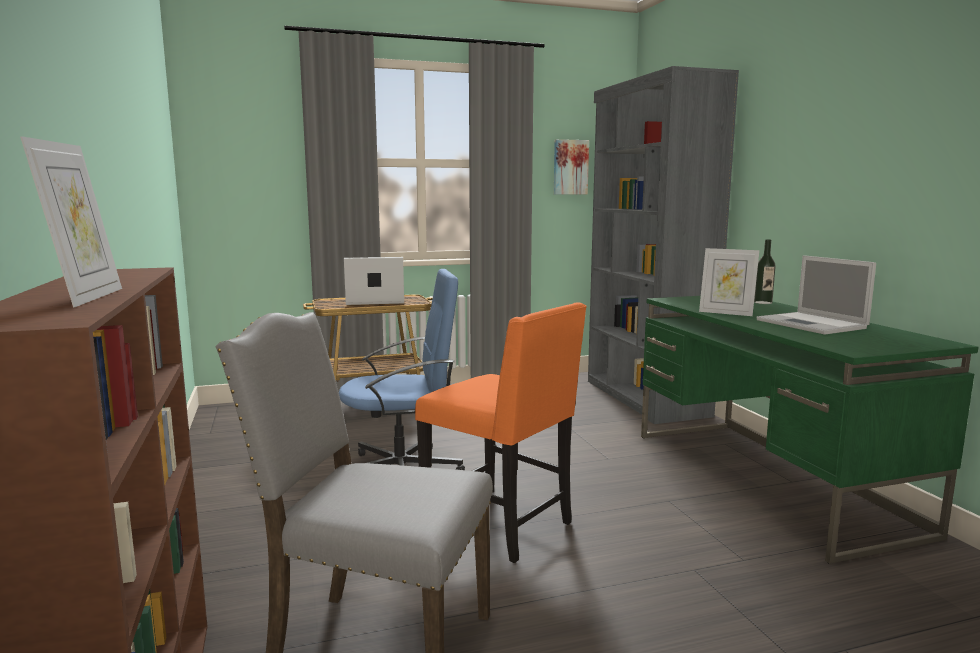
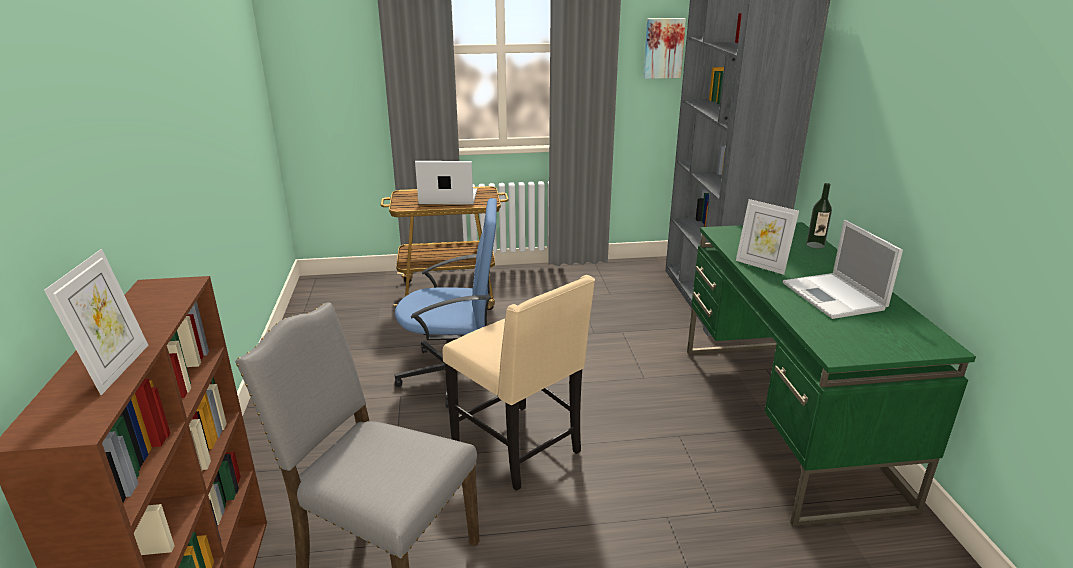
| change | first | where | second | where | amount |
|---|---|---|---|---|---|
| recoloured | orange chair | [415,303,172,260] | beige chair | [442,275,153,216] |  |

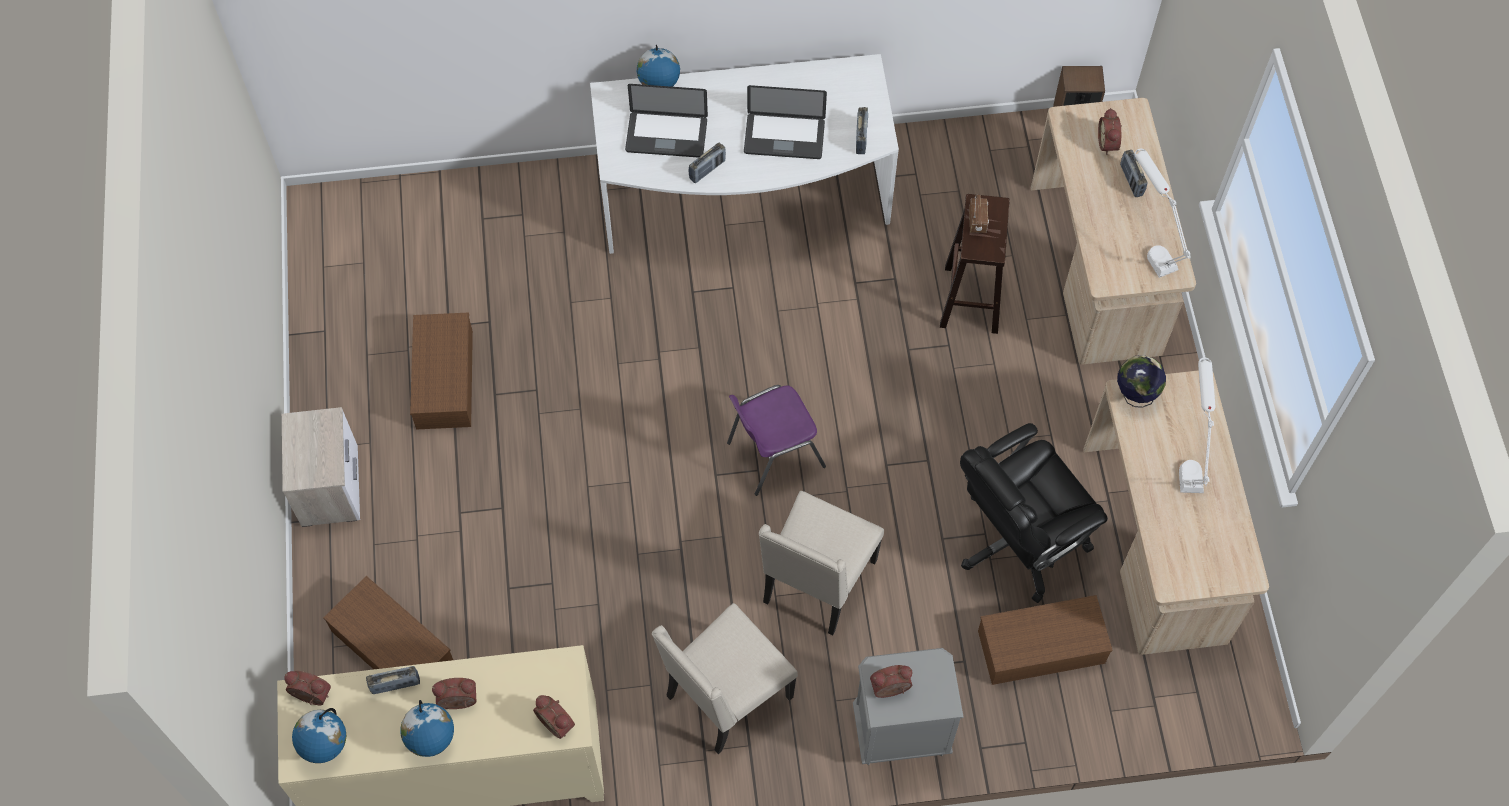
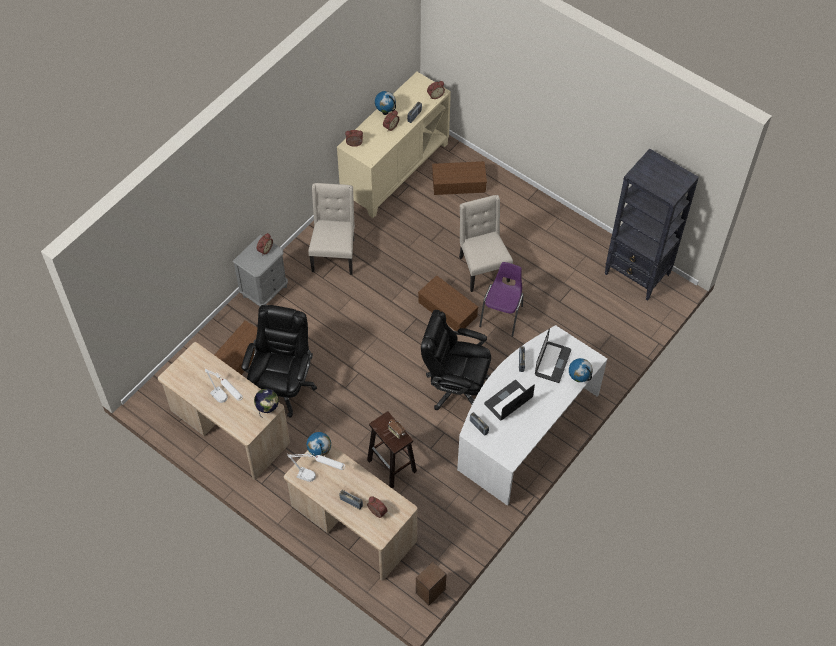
| change | first | where | second | where | amount |
|---|---|---|---|---|---|
| removed | nightstand | [282,407,78,120] |  |  |  |
| added |  |  | black office chair | [421,310,70,100] |  |
| added |  |  | black bookcase | [605,148,94,153] |  |
| moved | globe | [292,708,54,55] |  | [307,432,24,24] |  |
| moved | brown storage box | [410,312,63,118] |  | [418,275,60,56] |  |
| moved | purple chair | [727,385,99,111] |  | [479,262,44,75] |  |
| moved | beige chair | [759,491,125,144] |  | [459,195,54,97] |  |
| turned | laptop | [625,84,83,74] |  | [535,328,36,55] | 150 degrees clockwise |

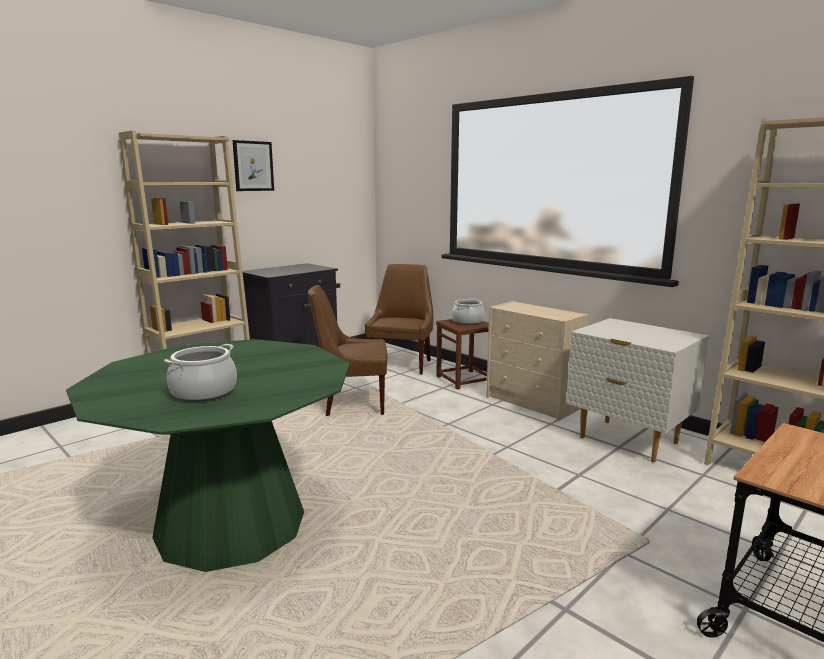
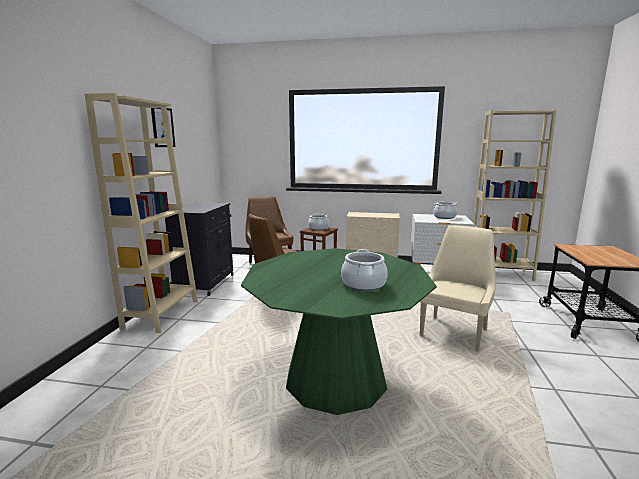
| change | first | where | second | where | amount |
|---|---|---|---|---|---|
| added |  |  | beige chair | [420,225,76,126] |  |
| added |  |  | cooking pot | [433,202,24,17] |  |

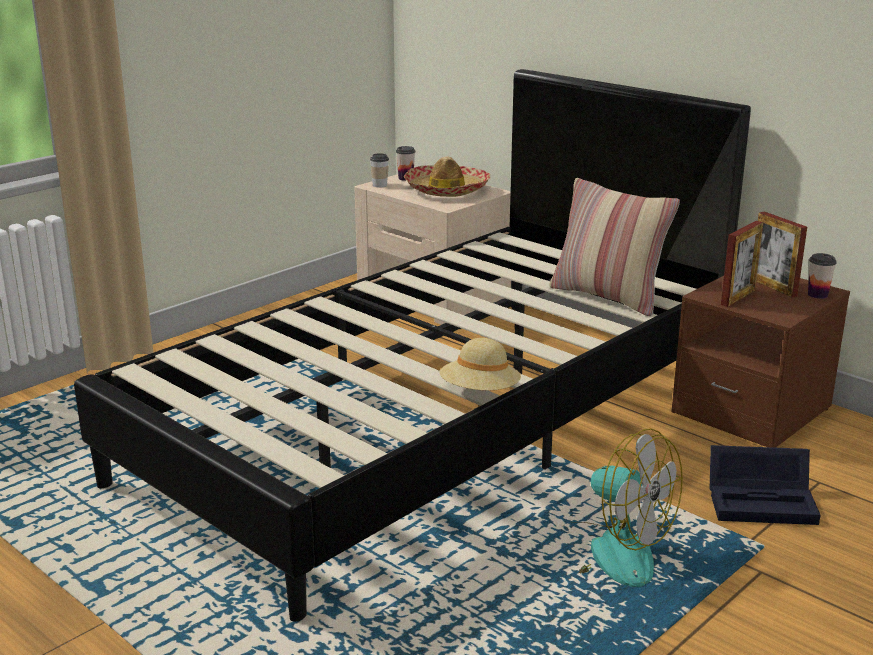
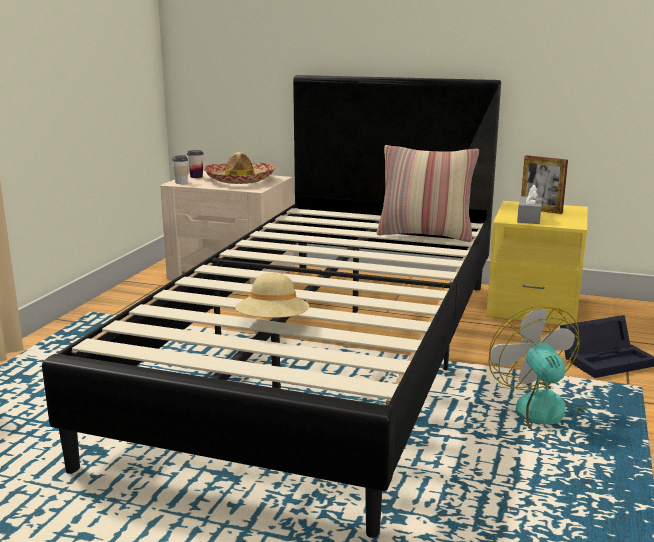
| change | first | where | second | where | amount |
|---|---|---|---|---|---|
| removed | cup | [808,253,29,46] |  |  |  |
| moved | beige hat | [439,338,82,53] |  | [235,273,74,45] |  |
| replaced | picture frame | [721,221,43,86] | grey tissue box | [517,185,25,39] |  |
| recoloured | brown nightstand | [671,276,179,172] | yellow nightstand | [486,201,102,124] |  |
| turned | fan | [572,428,111,159] |  | [489,306,96,136] | 120 degrees counterclockwise |

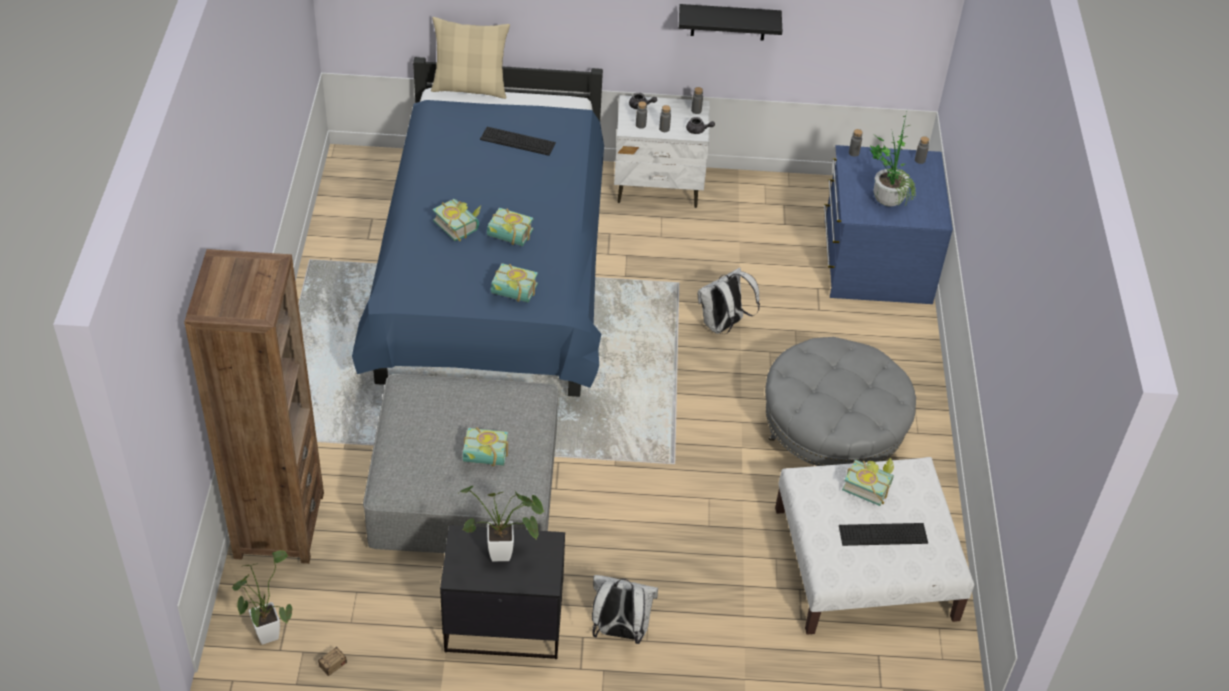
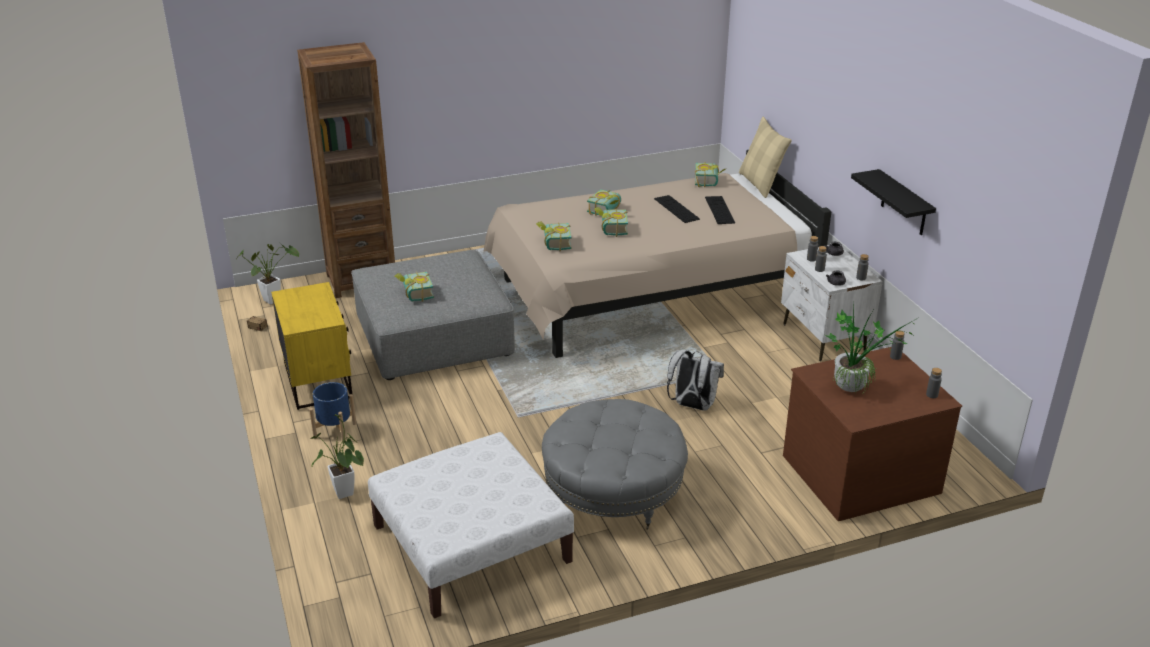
| change | first | where | second | where | amount |
|---|---|---|---|---|---|
| moved | potted plant | [458,486,87,75] |  | [311,414,53,85] |  |
| moved | keyboard | [839,523,89,23] |  | [654,195,46,28] |  |
| moved | book | [842,457,52,49] |  | [695,162,31,25] |  |
| replaced | white backpack | [592,575,66,69] | blue planter | [309,382,48,61] |  |
| recoloured | blue bed | [352,57,252,340] | beige bed | [484,150,347,208] |  |
| recoloured | black nightstand | [440,525,125,134] | yellow nightstand | [271,282,81,128] |  |
| recoloured | blue dresser | [824,145,129,159] | brown dresser | [783,347,179,174] |  |

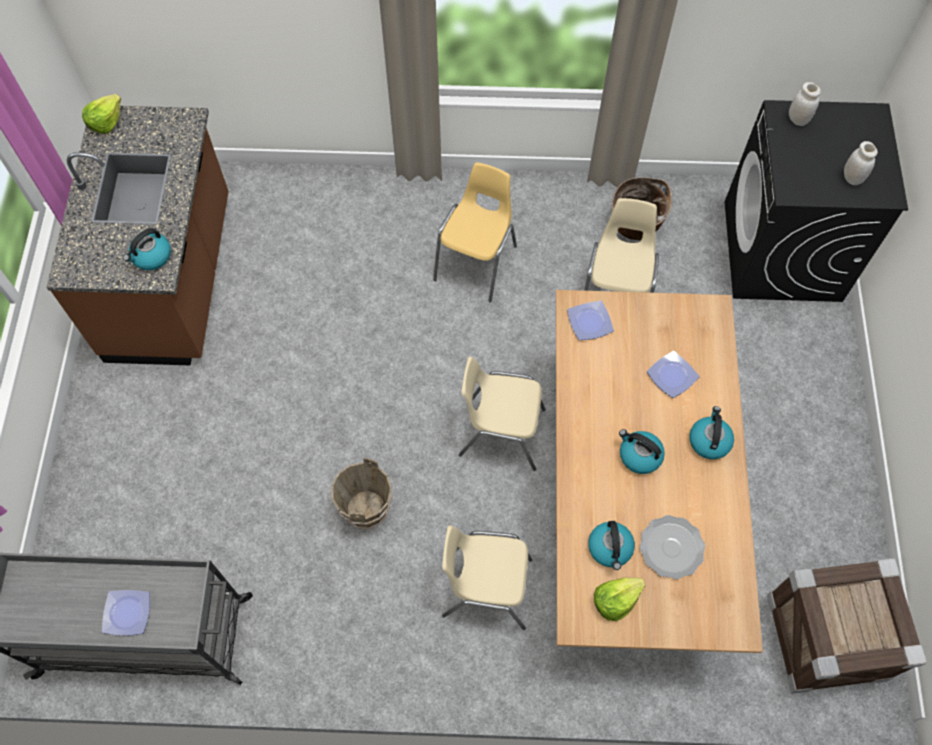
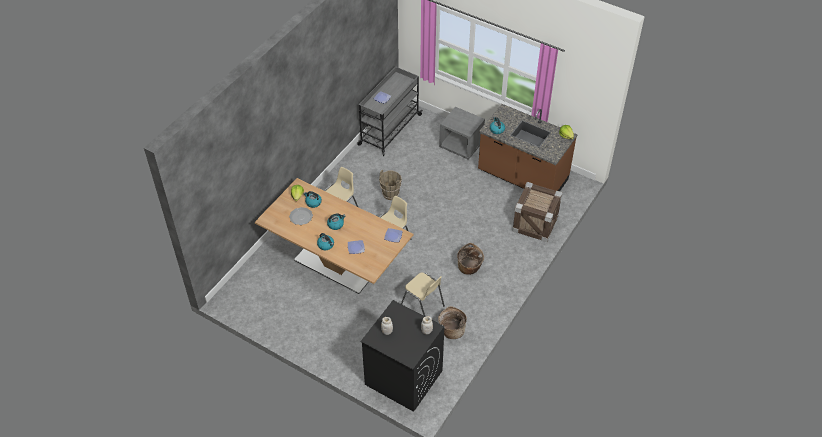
| change | first | where | second | where | amount |
|---|---|---|---|---|---|
| added |  |  | grey nightstand | [439,107,46,53] |  |
| moved | crate | [767,558,160,136] |  | [512,182,51,60] |  |
| replaced | yellow chair | [433,162,84,141] | basket | [457,243,27,32] |  |

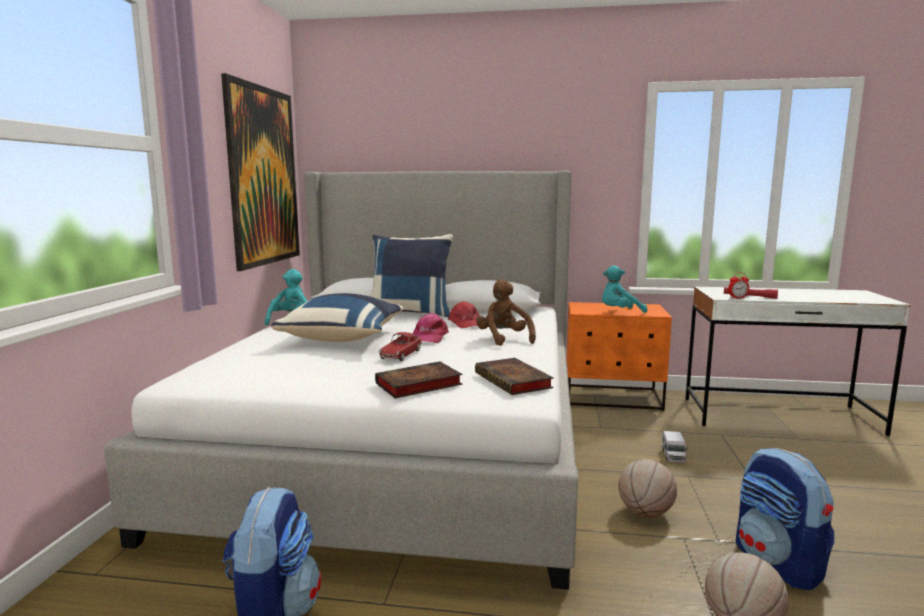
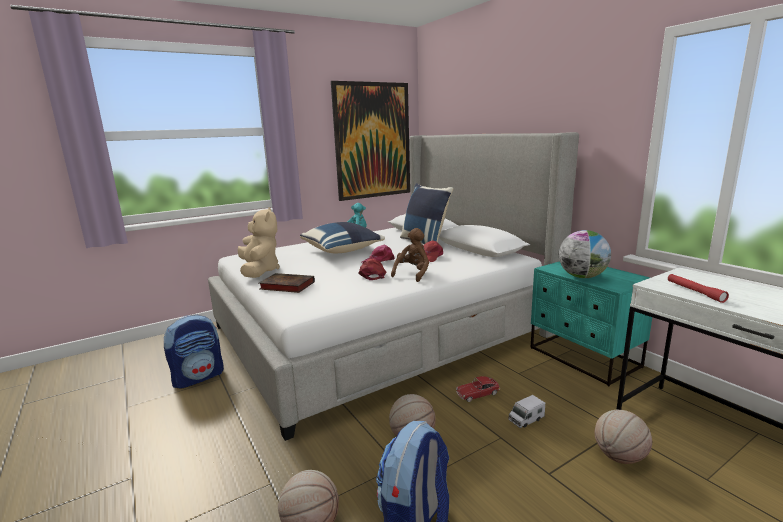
| change | first | where | second | where | amount |
|---|---|---|---|---|---|
| removed | book | [475,358,79,37] |  |  |  |
| removed | alarm clock | [728,272,21,27] |  |  |  |
| added |  |  | beige plush toy | [238,207,42,71] |  |
| added |  |  | red cap | [358,259,28,21] |  |
| added |  |  | basketball | [595,410,57,54] |  |
| moved | toy car | [379,332,43,29] |  | [456,376,44,26] |  |
| replaced | turquoise plush toy | [602,265,45,48] | globe | [559,230,52,48] |  |
| recoloured | orange nightstand | [566,302,106,109] | turquoise nightstand | [531,261,121,125] |  |

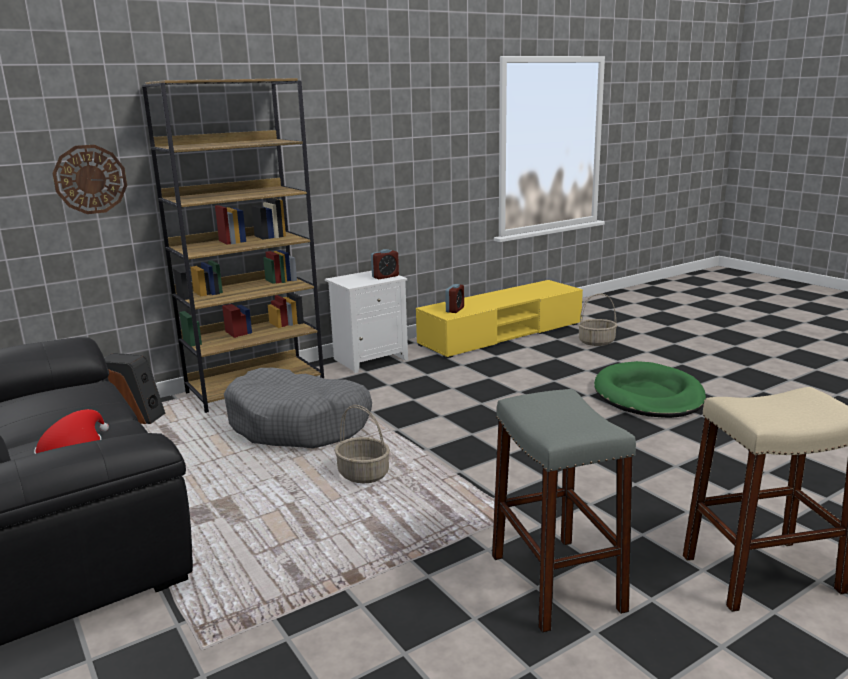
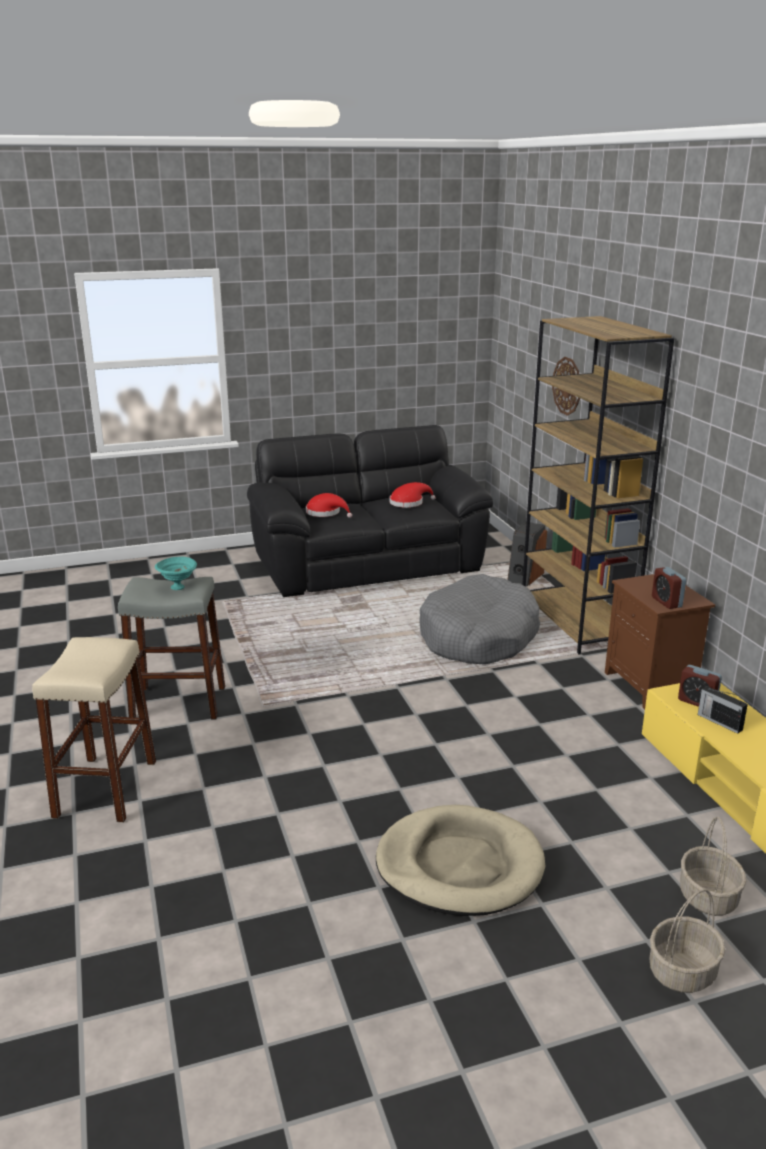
| change | first | where | second | where | amount |
|---|---|---|---|---|---|
| added |  |  | turquoise bowl | [155,556,42,34] |  |
| added |  |  | red hat | [390,482,46,26] |  |
| added |  |  | radio | [698,686,50,48] |  |
| moved | basket | [334,405,56,78] |  | [650,890,75,103] |  |
| recoloured | white nightstand | [325,271,83,102] | brown nightstand | [605,574,110,135] |  |
| recoloured | green dog bed | [594,361,112,57] | beige dog bed | [376,805,170,111] |  |

